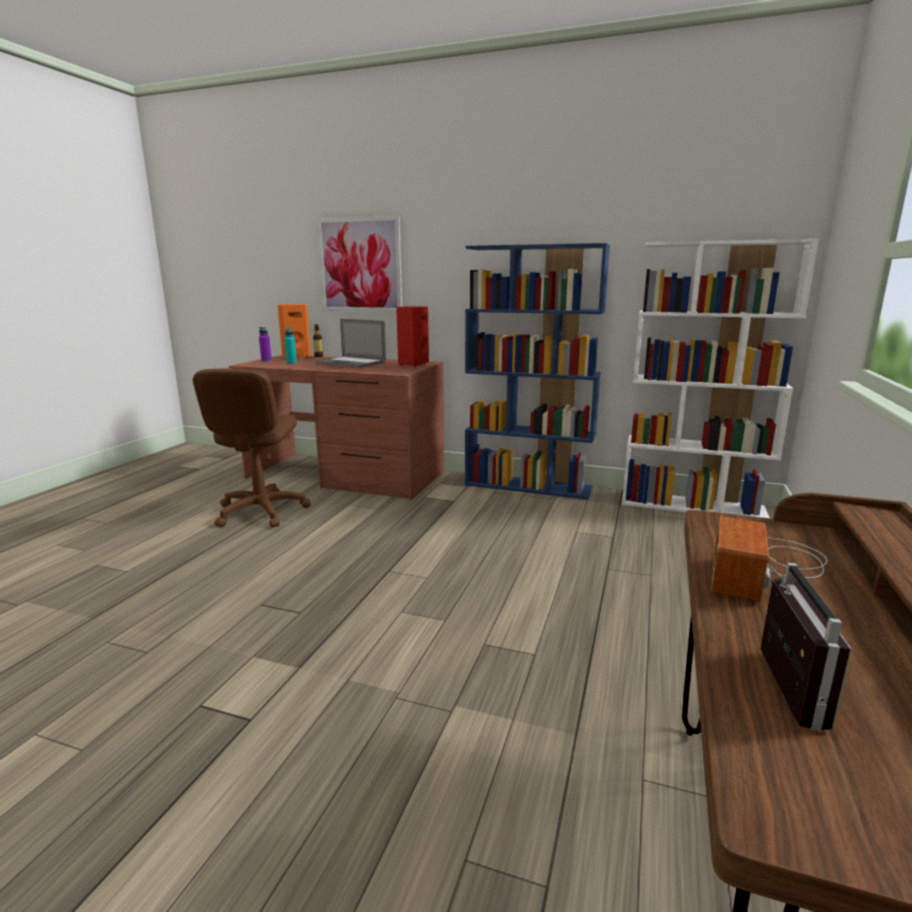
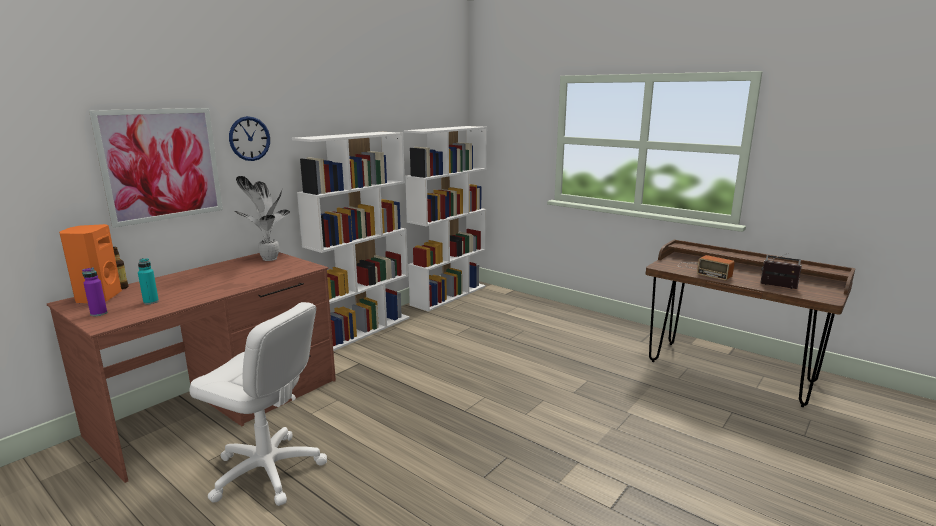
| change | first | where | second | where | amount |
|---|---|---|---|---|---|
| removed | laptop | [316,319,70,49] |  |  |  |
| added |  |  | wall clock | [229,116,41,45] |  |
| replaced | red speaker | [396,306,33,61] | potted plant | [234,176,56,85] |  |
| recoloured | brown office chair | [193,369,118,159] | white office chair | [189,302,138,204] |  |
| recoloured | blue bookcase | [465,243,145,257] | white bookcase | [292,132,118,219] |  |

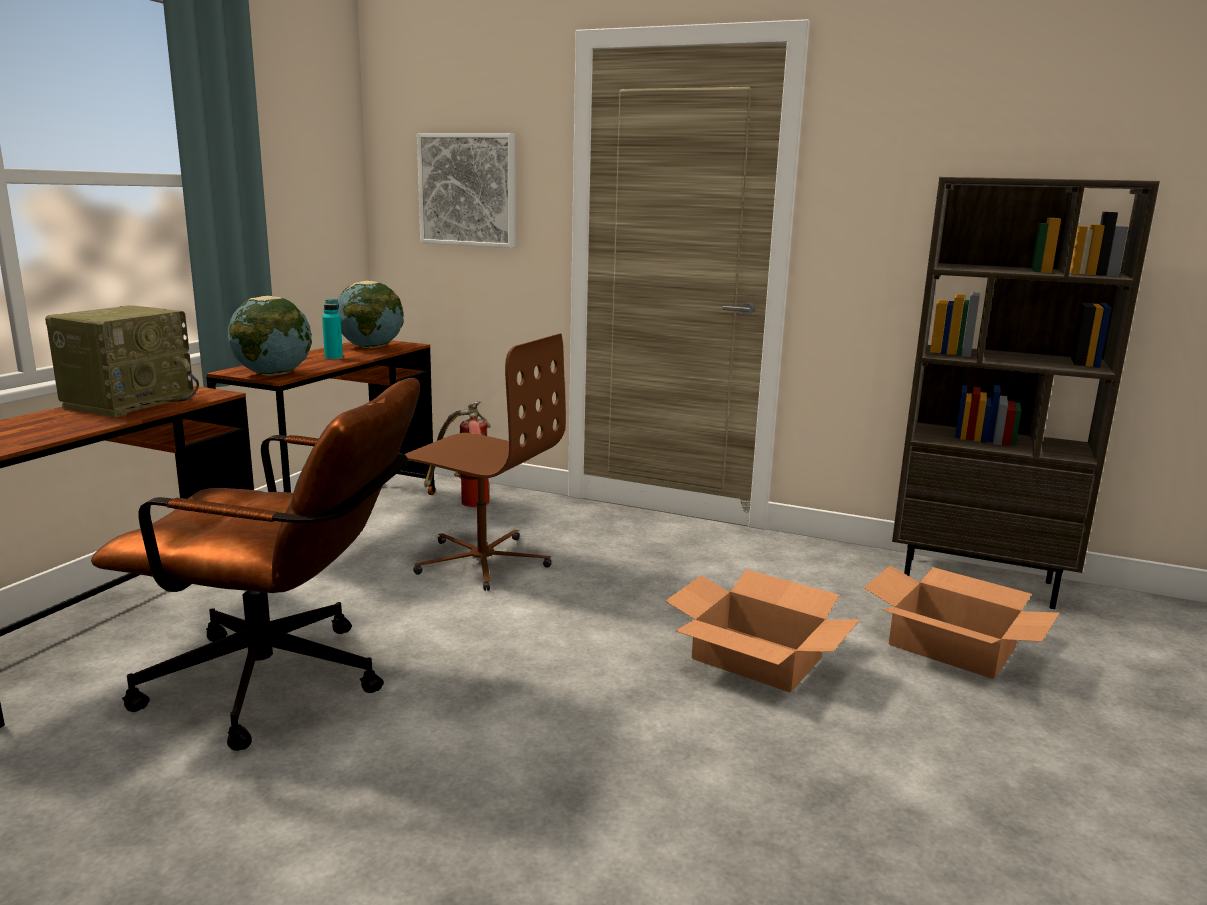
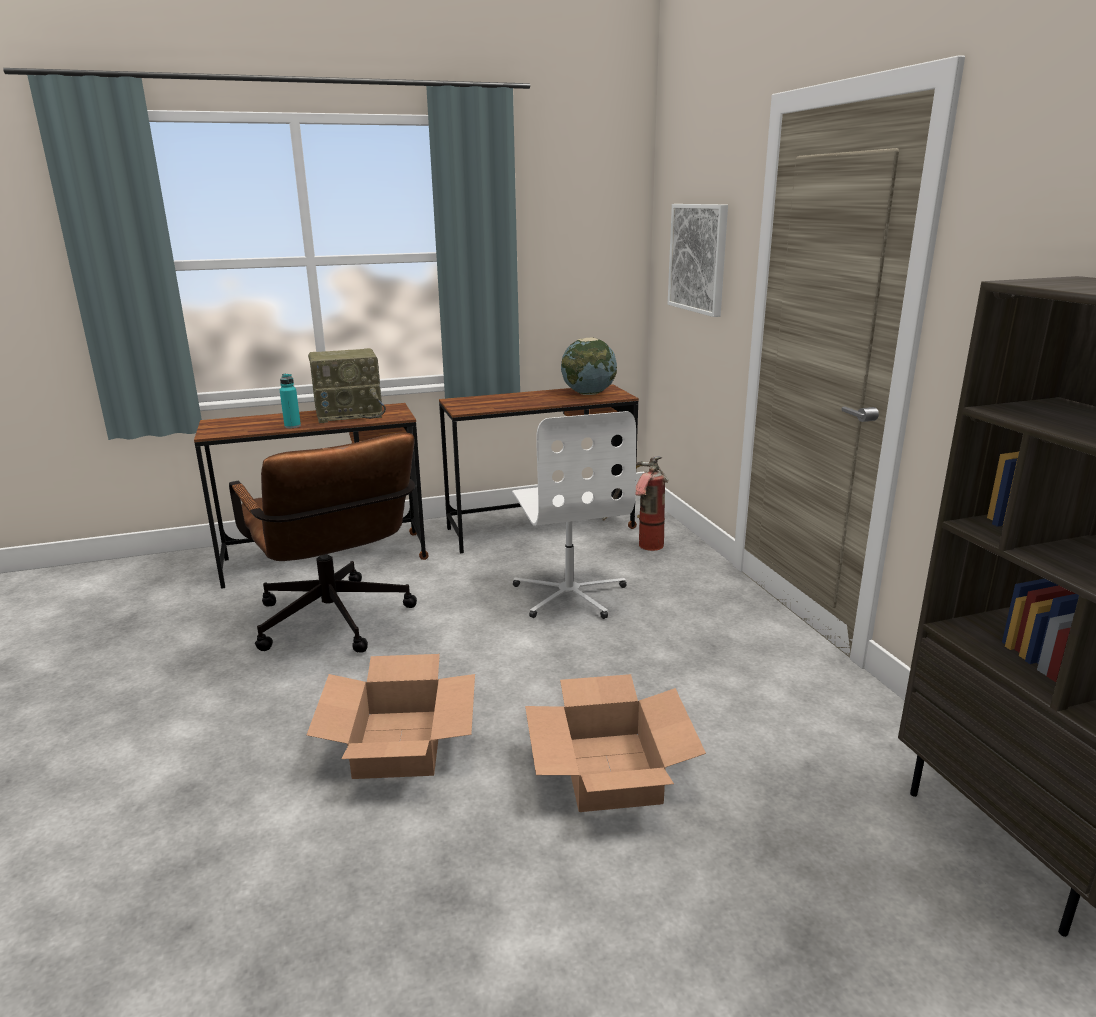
| change | first | where | second | where | amount |
|---|---|---|---|---|---|
| removed | globe | [228,296,84,80] |  |  |  |
| moved | turquoise bottle | [322,299,21,61] |  | [280,374,21,54] |  |
| moved | cardboard box | [864,565,195,114] |  | [307,654,168,125] |  |
| recoloured | brown office chair | [405,333,161,258] | white office chair | [512,411,124,208] |  |

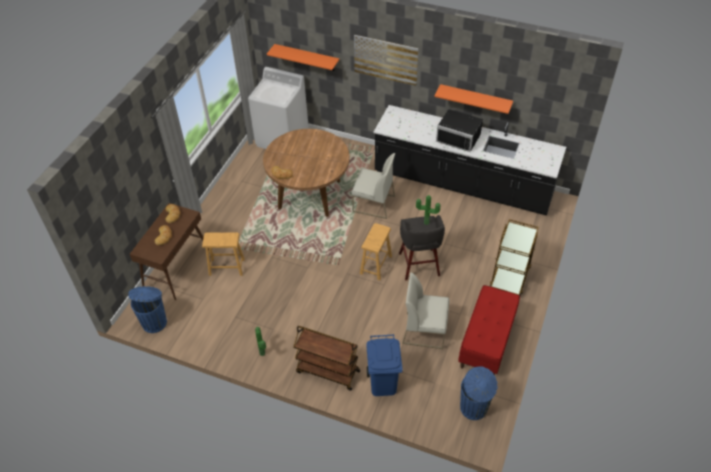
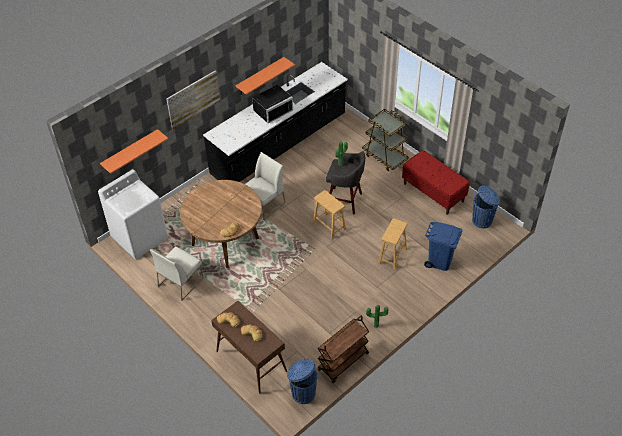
| change | first | where | second | where | amount |
|---|---|---|---|---|---|
| moved | brown stool | [202,232,43,44] |  | [378,218,29,51] |  |
| moved | brown cart | [294,326,66,65] |  | [317,315,52,68] |  |
| moved | white chair | [402,272,47,77] |  | [150,246,54,55] |  |

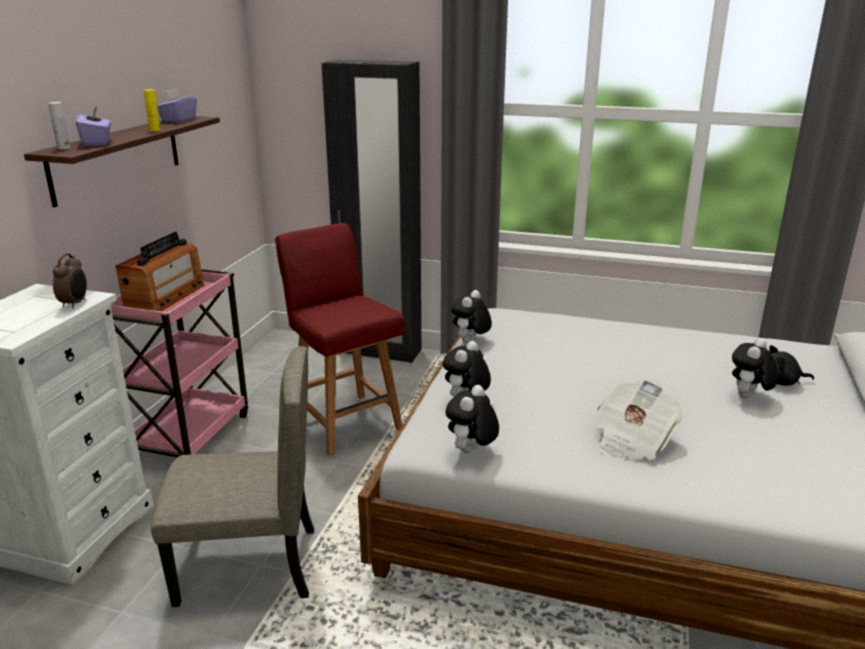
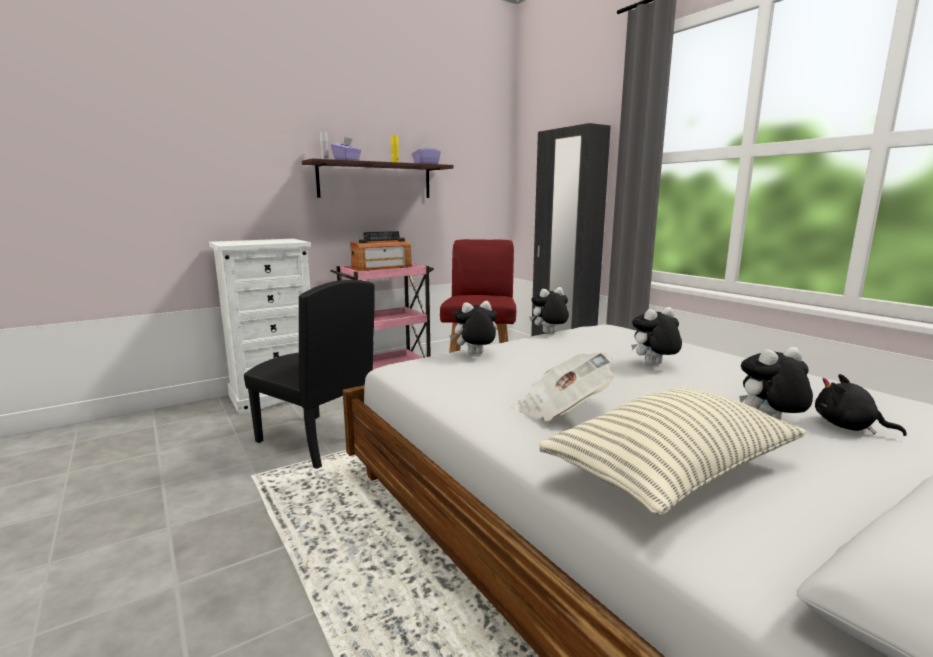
| change | first | where | second | where | amount |
|---|---|---|---|---|---|
| removed | alarm clock | [53,253,34,55] |  |  |  |
| added |  |  | pillow | [539,387,268,129] |  |
| moved | plush toy | [446,385,53,68] |  | [631,307,51,58] |  |
| recoloured | beige chair | [151,346,163,261] | black chair | [244,280,131,189] |  |

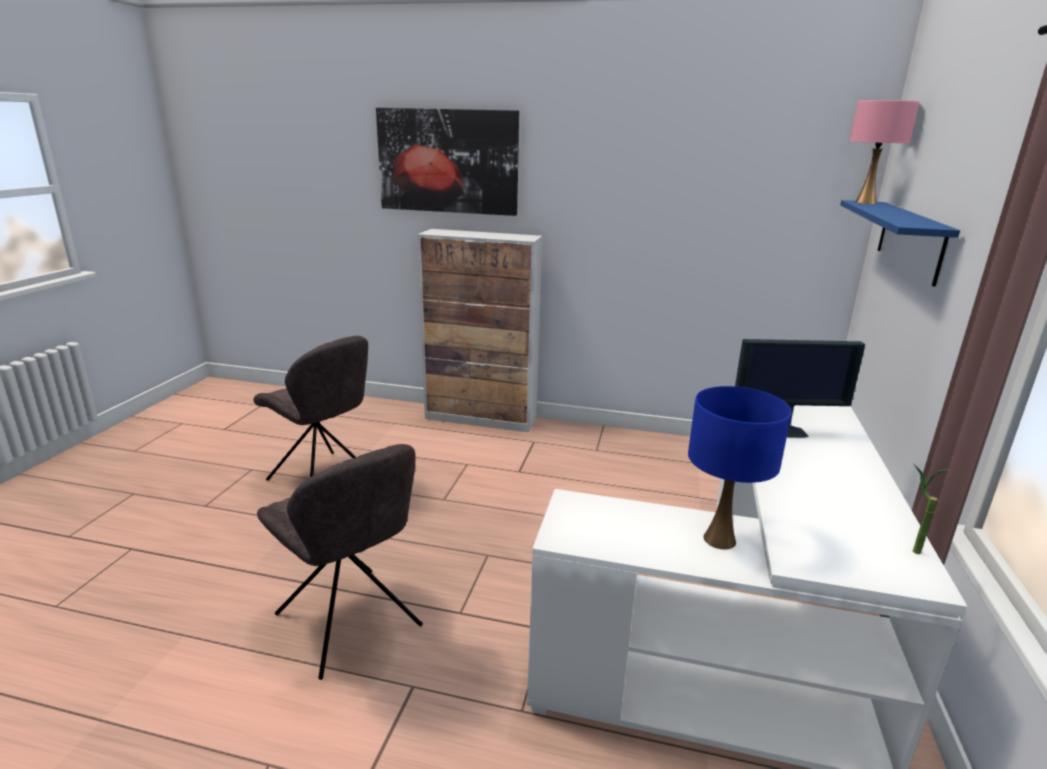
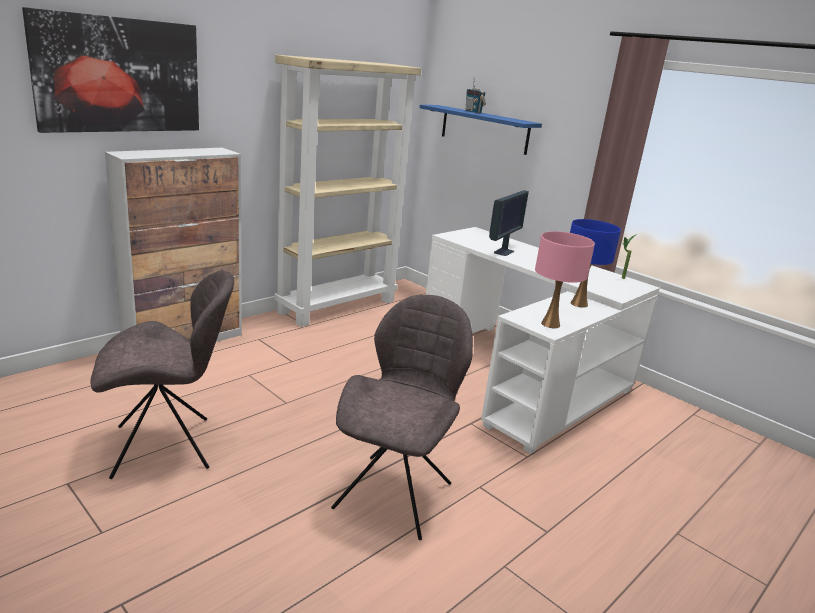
| change | first | where | second | where | amount |
|---|---|---|---|---|---|
| added |  |  | beige bookcase | [274,55,147,272] |  |
| added |  |  | radio | [466,77,20,36] |  |
| moved | pink table lamp | [850,100,69,104] |  | [535,231,60,97] |  |
| turned | grey chair | [257,444,166,236] |  | [331,295,142,245] | 60 degrees counterclockwise |

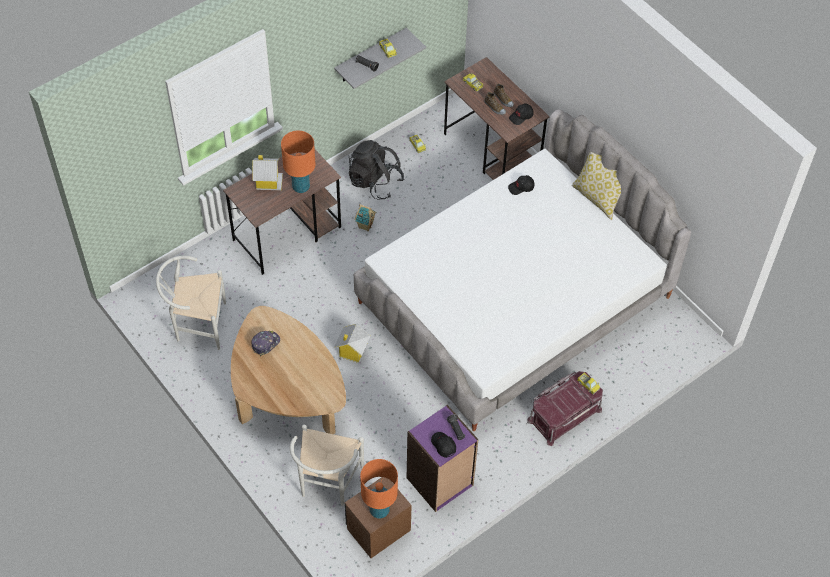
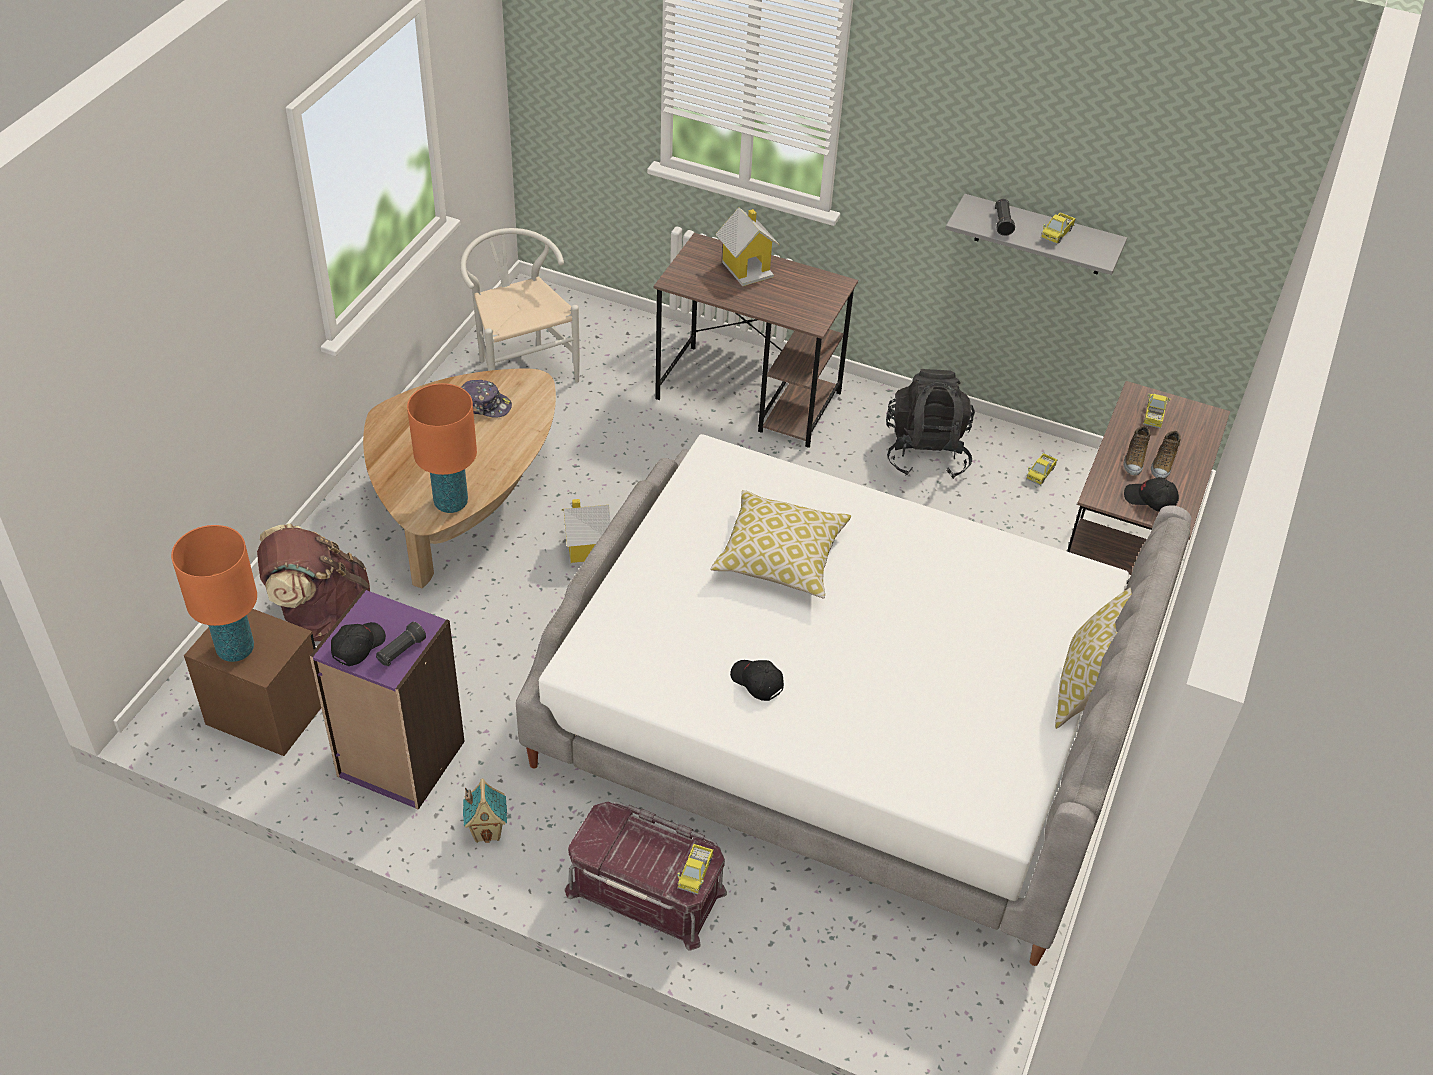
| change | first | where | second | where | amount |
|---|---|---|---|---|---|
| added |  |  | pillow | [711,490,140,109] |  |
| moved | orange table lamp | [281,131,35,62] |  | [407,383,70,130] |  |
| moved | toy house | [354,204,22,27] |  | [463,778,44,65] |  |
| moved | black cap | [508,175,27,20] |  | [730,660,54,41] |  |
| replaced | white chair | [290,425,74,81] | brown backpack | [257,523,113,118] |  |

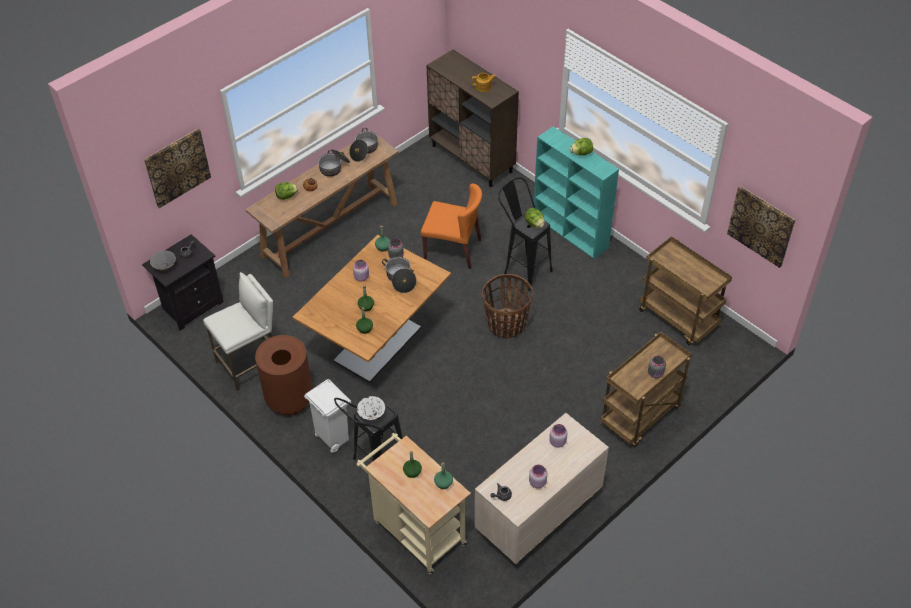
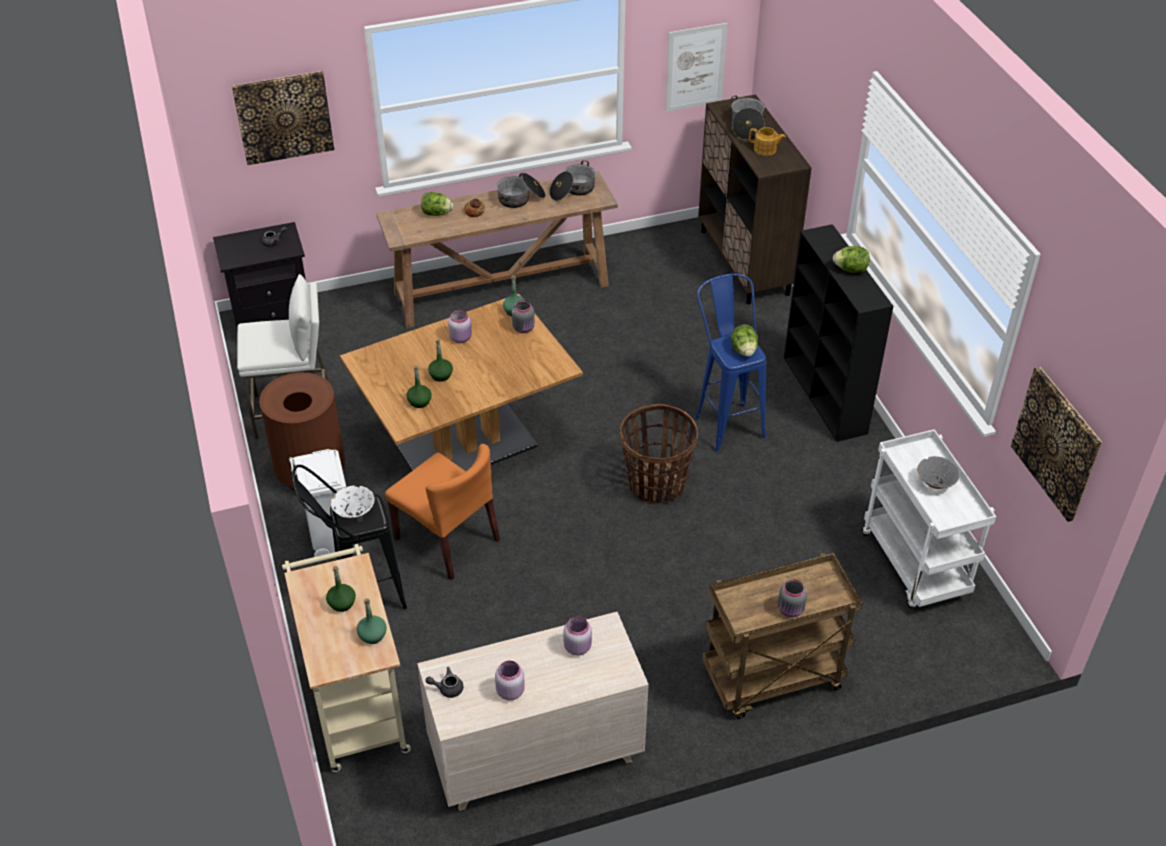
| change | first | where | second | where | amount |
|---|---|---|---|---|---|
| added |  |  | picture | [665,23,63,89] |  |
| moved | grey bowl | [150,250,26,20] |  | [917,456,43,33] |  |
| moved | cooking pot | [382,257,34,36] |  | [731,95,34,45] |  |
| moved | orange chair | [421,184,61,85] |  | [385,444,115,136] |  |
| recoloured | black stool | [498,177,55,114] | blue stool | [695,274,71,177] |  |
| recoloured | turquoise bookcase | [533,126,86,133] | black bookcase | [784,224,109,218] |  |
| recoloured | brown cart | [639,236,93,109] | white cart | [862,429,134,179] |  |

